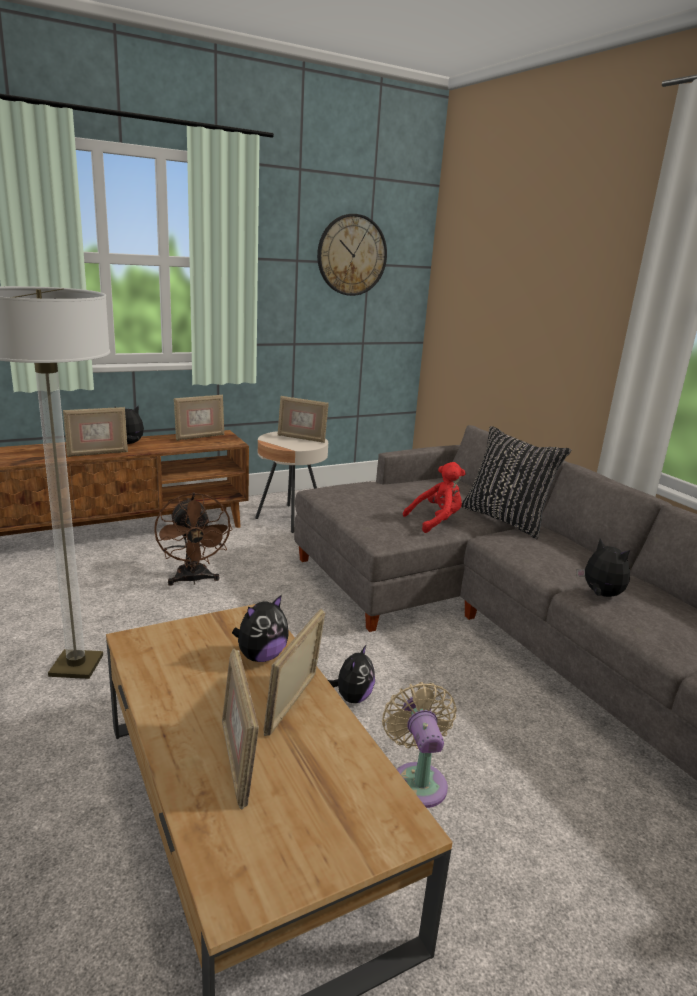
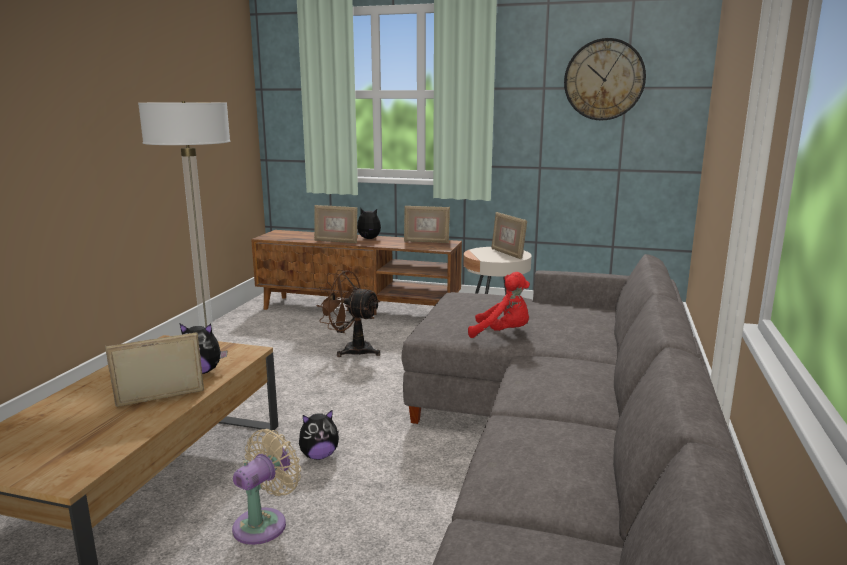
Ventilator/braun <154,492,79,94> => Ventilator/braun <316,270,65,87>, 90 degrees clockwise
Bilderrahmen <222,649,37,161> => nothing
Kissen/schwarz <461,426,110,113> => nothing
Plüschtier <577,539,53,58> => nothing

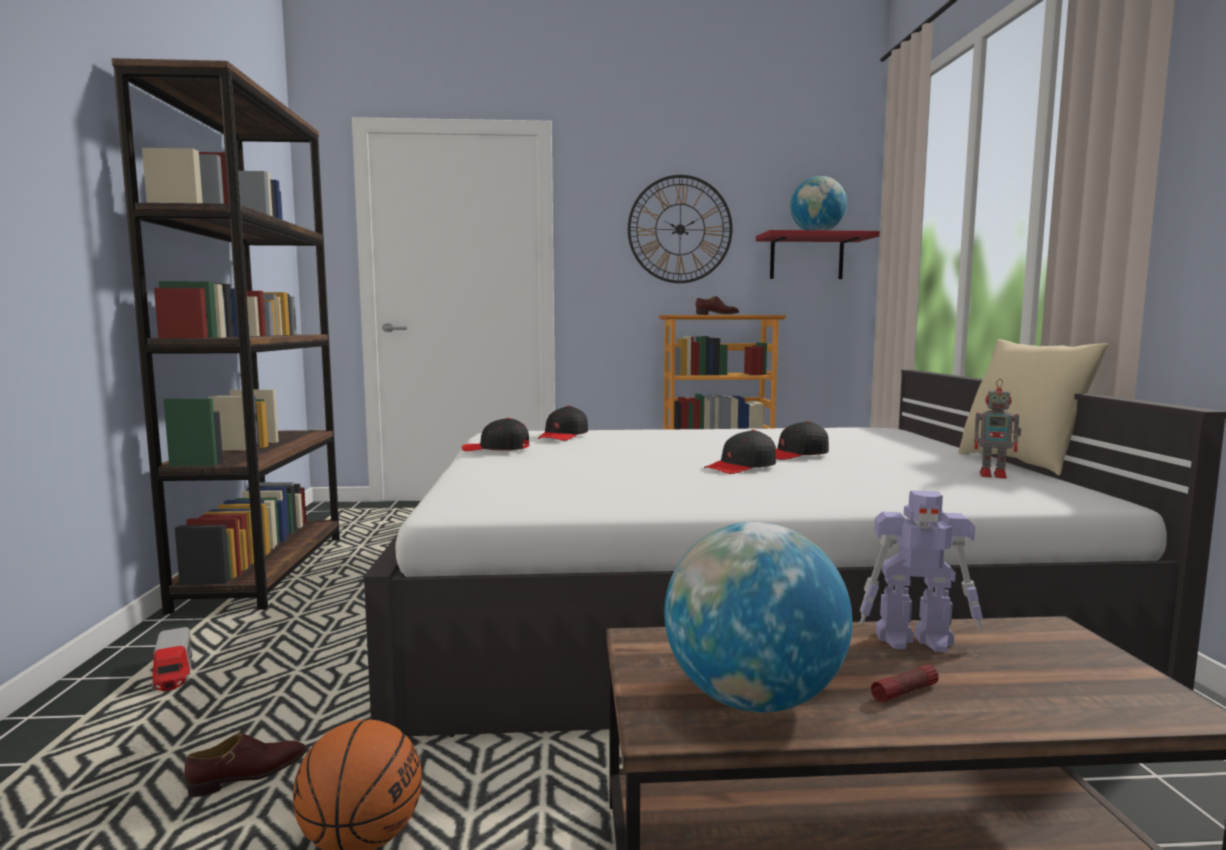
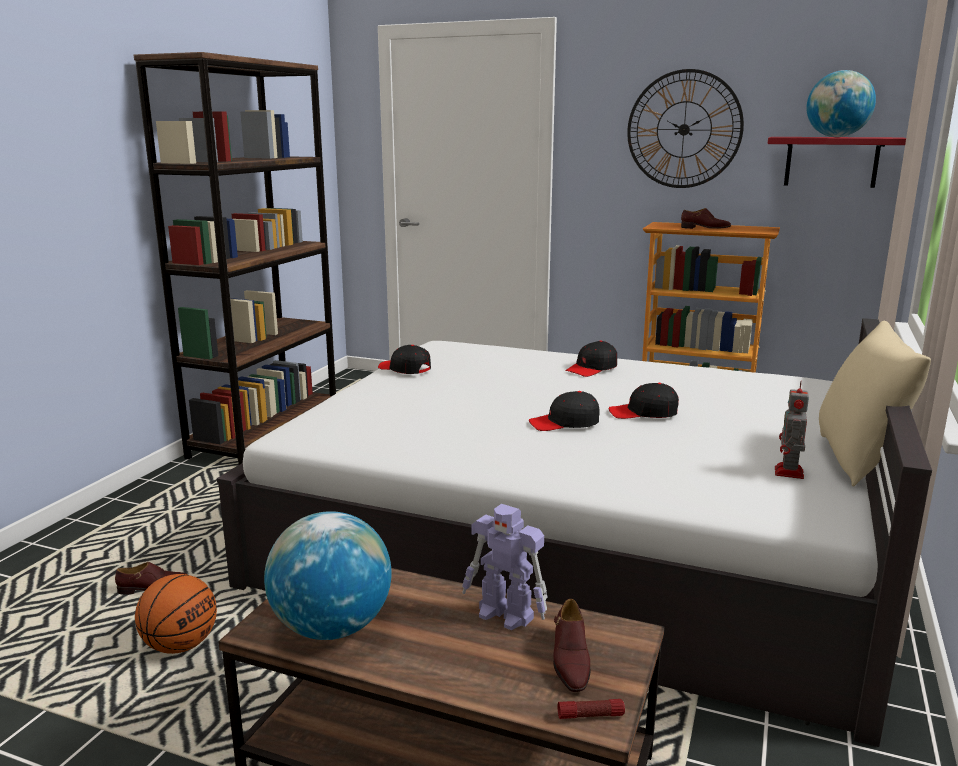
nothing => Schuh/braun <553,599,38,93>
Taschenlampe <871,665,68,37> => Taschenlampe <558,699,67,20>, moved
Kappe/schwarz <538,405,50,36> => Kappe/schwarz <565,340,52,37>, moved
Spielzeugroboter <974,379,47,100> => Spielzeugroboter <775,381,34,98>, 60 degrees clockwise
Spielzeuglaster <152,627,41,64> => nothing

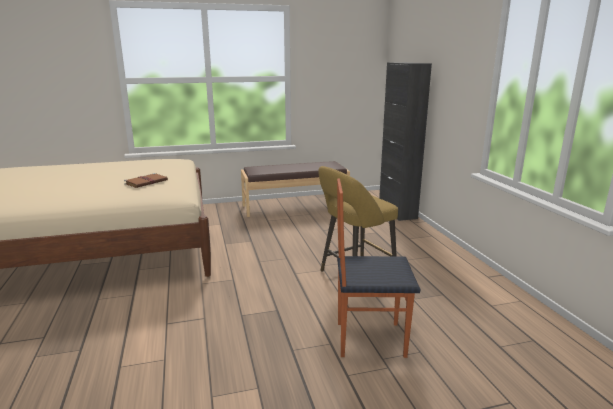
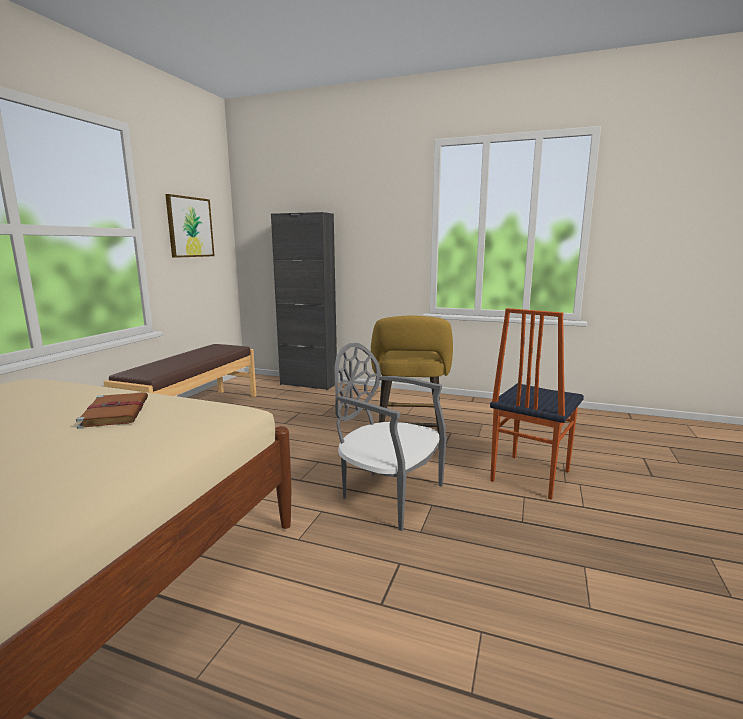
nothing => Bild <165,194,49,64>
nothing => Stuhl/grau <334,343,113,188>

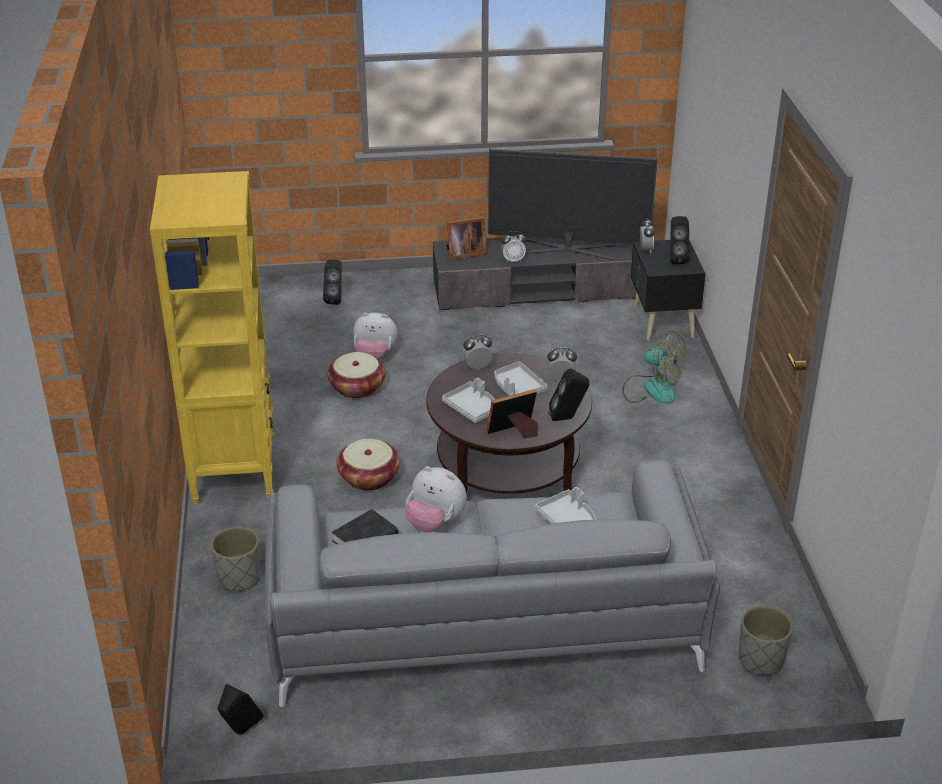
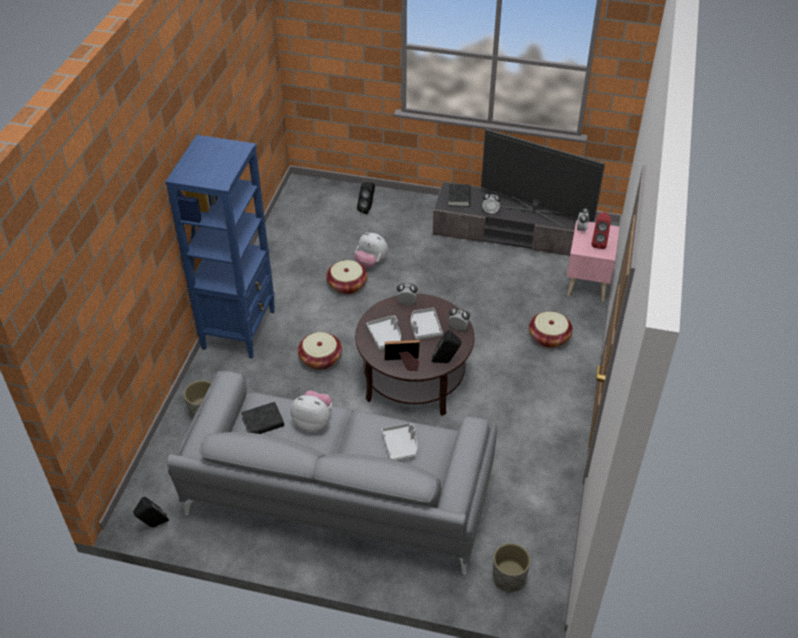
Bücherregal/gelb <150,171,124,333> => Bücherregal/blau <166,135,109,223>
Plüschtier <405,466,62,66> => Plüschtier <290,390,42,42>, 150 degrees clockwise
Bilderrahmen <446,217,41,43> => Buch/schwarz <448,184,23,23>
Ventilator <622,331,63,73> => Korb <529,311,44,37>
Nachttisch/schwarz <631,240,75,101> => Nachttisch/rosa <567,220,53,82>
Lautsprecher/schwarz <670,216,20,48> => Lautsprecher/rot <592,212,19,37>

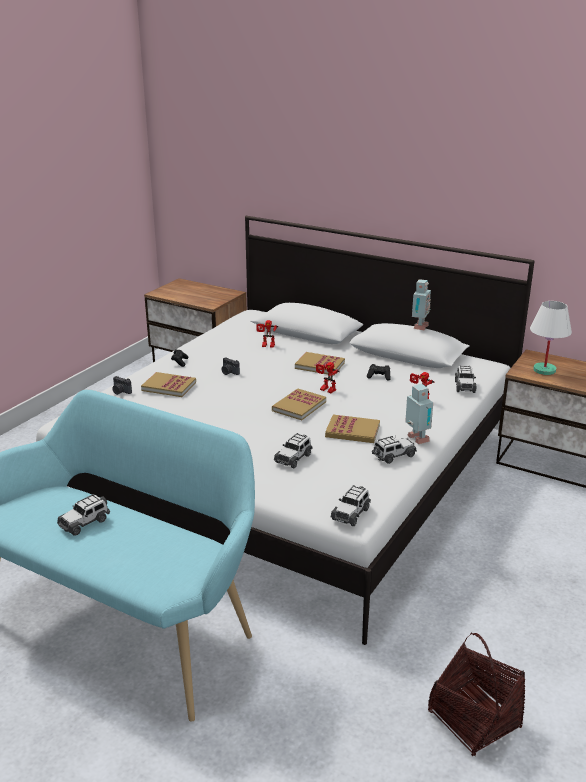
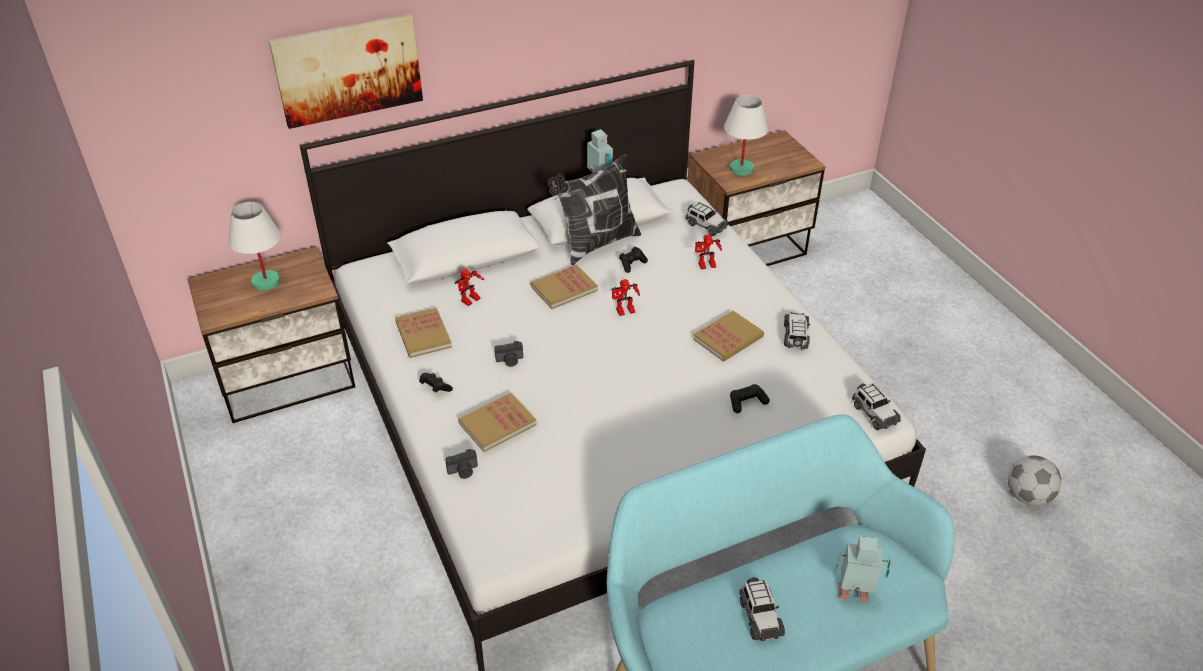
nothing => Tischlampe/weiß <228,202,53,89>
nothing => Bild <268,14,155,115>
Buch <272,388,54,32> => Buch <395,307,57,51>, moved
nothing => Kissen <548,154,93,111>
Spielzeugauto <274,433,39,35> => Gamepad/schwarz <730,384,40,29>
Spielzeugroboter <405,384,28,60> => Spielzeugroboter <835,536,55,66>, moved
Korb <428,633,98,123> => Fußball <1007,455,55,51>

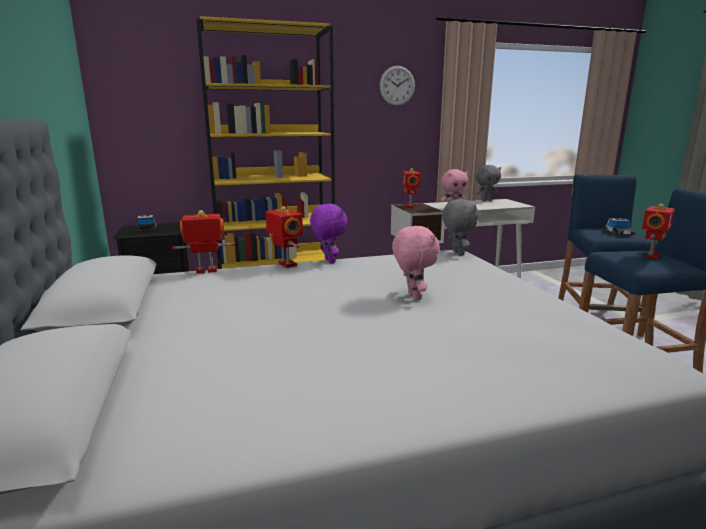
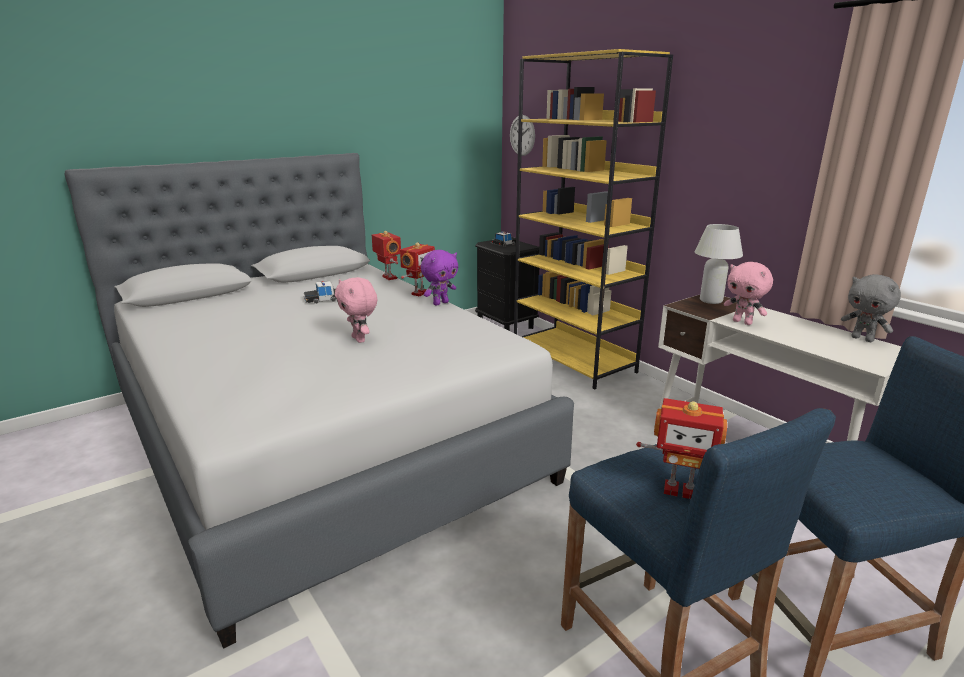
Spielzeugauto <603,218,33,17> => Spielzeugauto <304,281,32,23>, moved
Plüschtier/rosa <392,226,48,75> => Plüschtier/rosa <335,277,42,66>, 90 degrees clockwise
Wanduhr <379,66,36,40> => Wanduhr <510,115,25,41>, moved
Spielzeugroboter <403,168,18,40> => Tischlampe/weiß <695,224,48,80>
Plüschtier/grau <442,199,37,57> => nothing

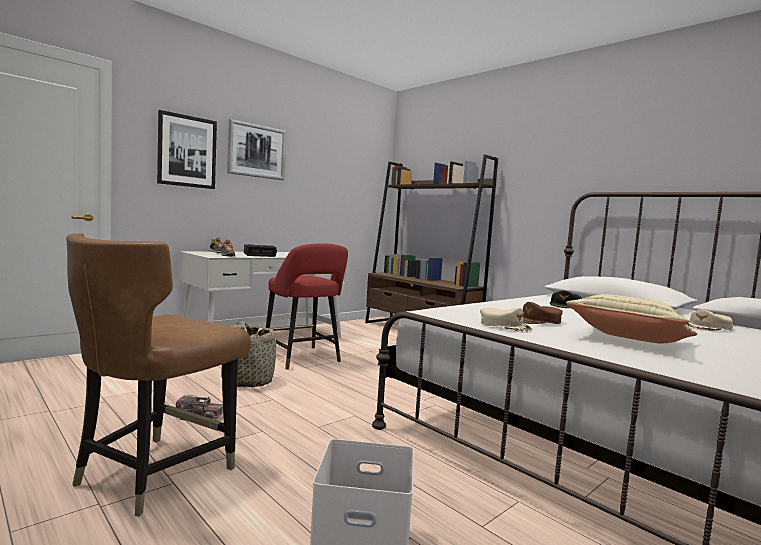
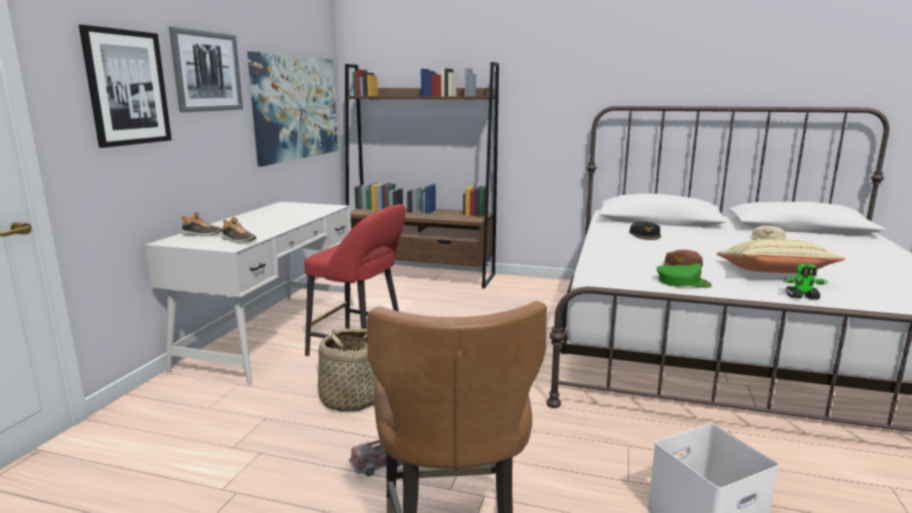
nothing => Bild <247,51,91,116>
Kappe/beige <480,307,53,26> => Kappe/grün <656,264,56,24>
nothing => Spielzeugroboter <783,264,45,35>
Wecker <244,244,33,13> => nothing

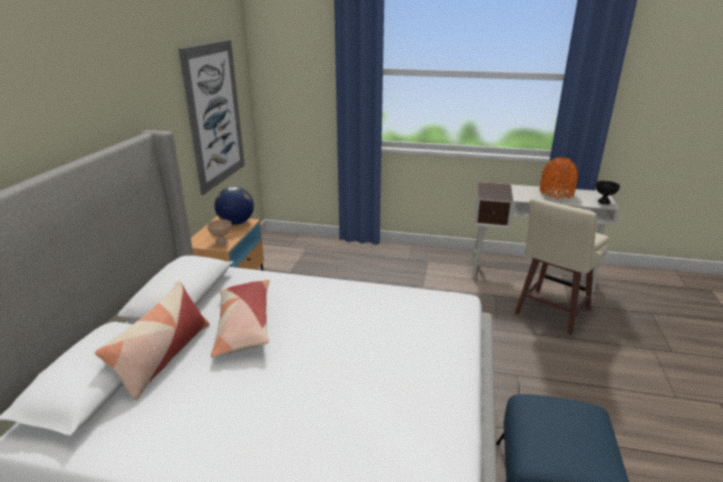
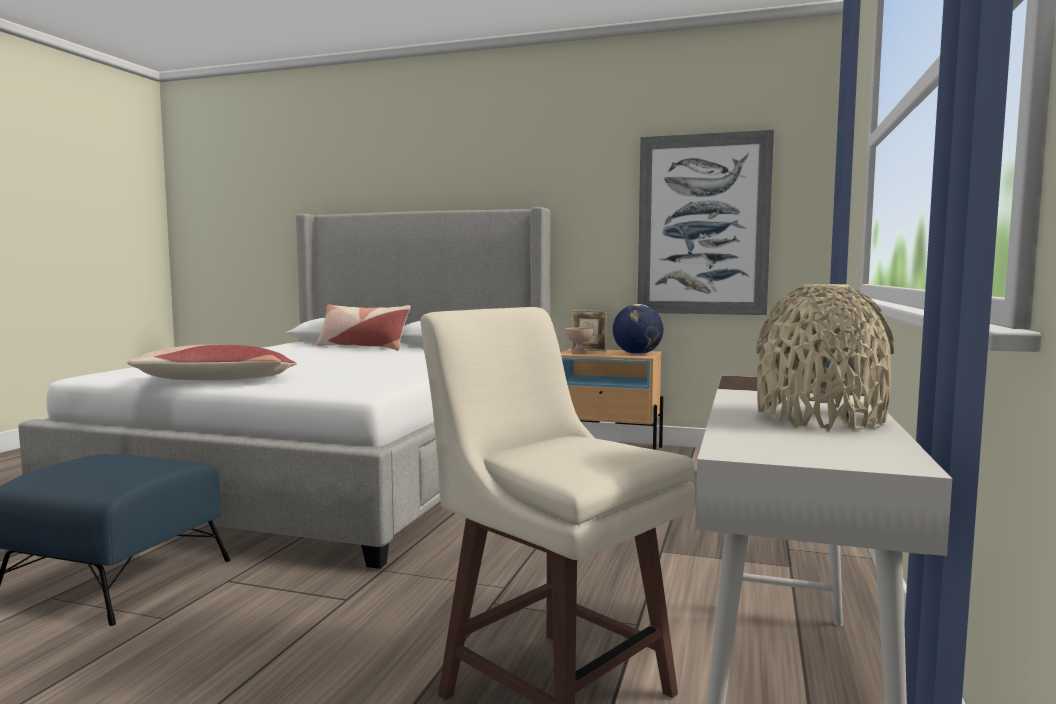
Kissen <211,280,59,78> => Kissen <127,345,170,36>, moved
nothing => Bilderrahmen <571,310,36,41>
Vase/orange <540,157,39,42> => Vase/beige <756,284,138,146>
Schüssel/schwarz <596,181,24,23> => nothing

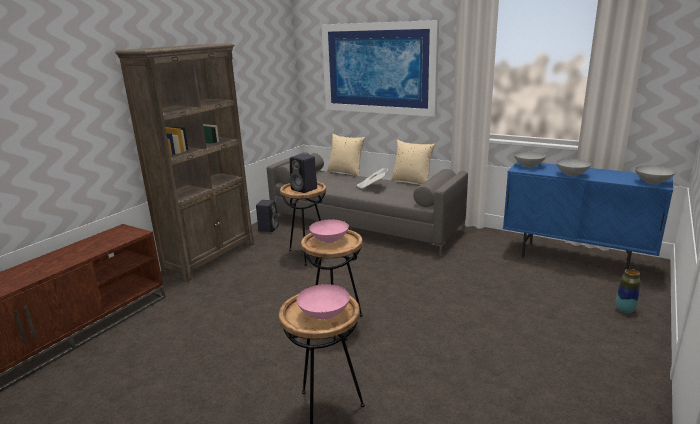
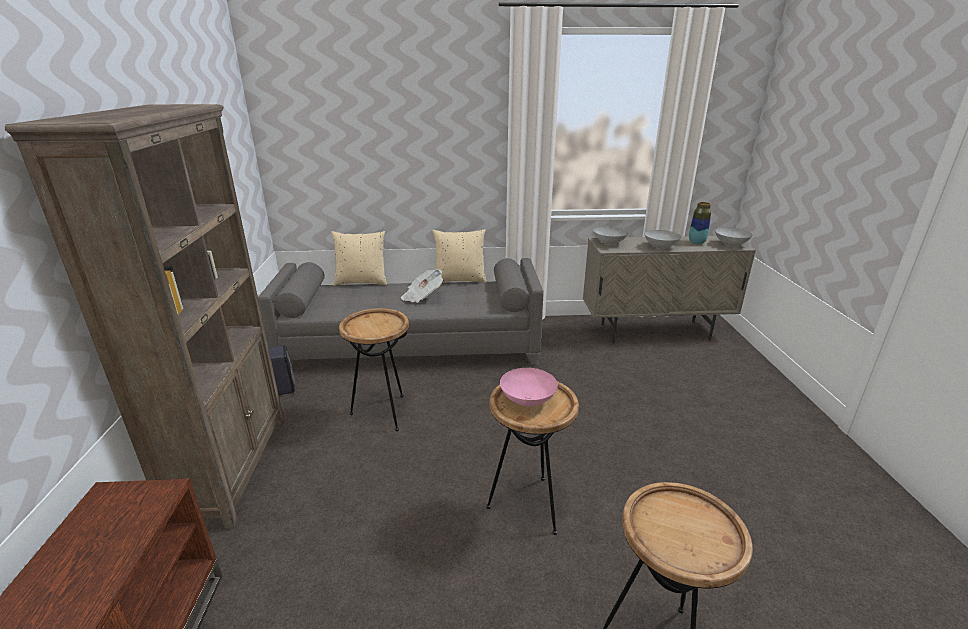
Schrank/blau <503,161,170,109> => Schrank/beige <583,236,173,108>
Vase <615,269,26,44> => Vase <689,202,22,43>, moved
Lautsprecher/schwarz <290,154,27,39> => nothing
Schüssel/rosa <297,284,53,35> => nothing
Bild <321,20,118,97> => nothing

